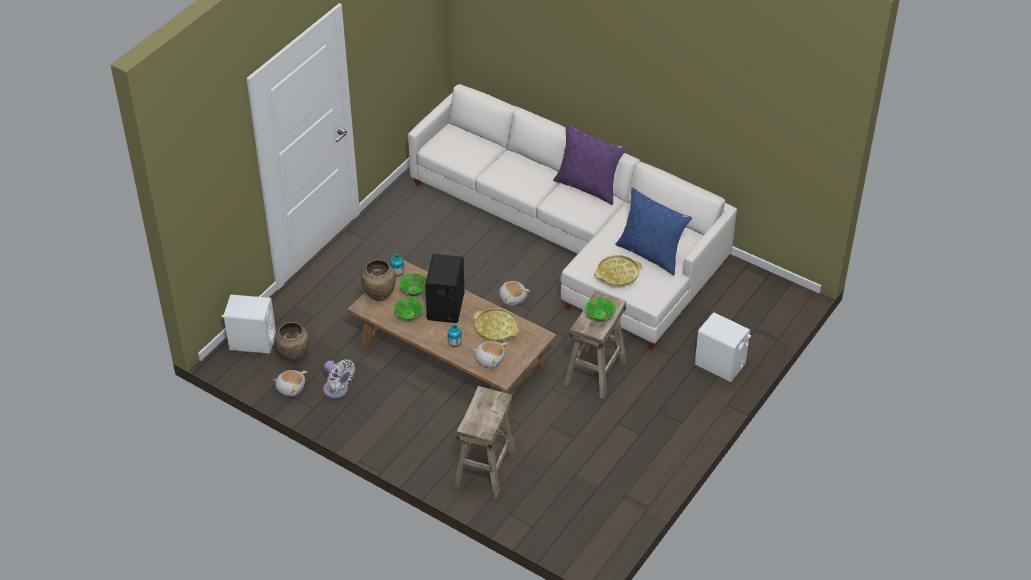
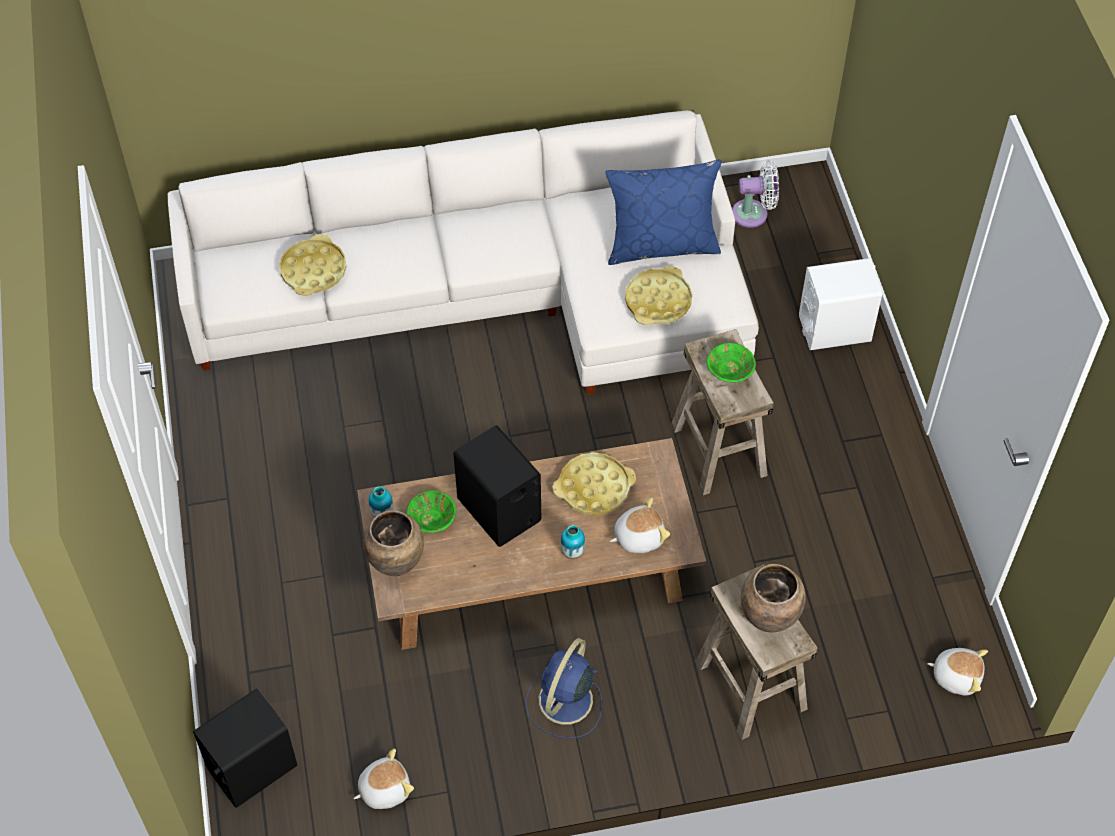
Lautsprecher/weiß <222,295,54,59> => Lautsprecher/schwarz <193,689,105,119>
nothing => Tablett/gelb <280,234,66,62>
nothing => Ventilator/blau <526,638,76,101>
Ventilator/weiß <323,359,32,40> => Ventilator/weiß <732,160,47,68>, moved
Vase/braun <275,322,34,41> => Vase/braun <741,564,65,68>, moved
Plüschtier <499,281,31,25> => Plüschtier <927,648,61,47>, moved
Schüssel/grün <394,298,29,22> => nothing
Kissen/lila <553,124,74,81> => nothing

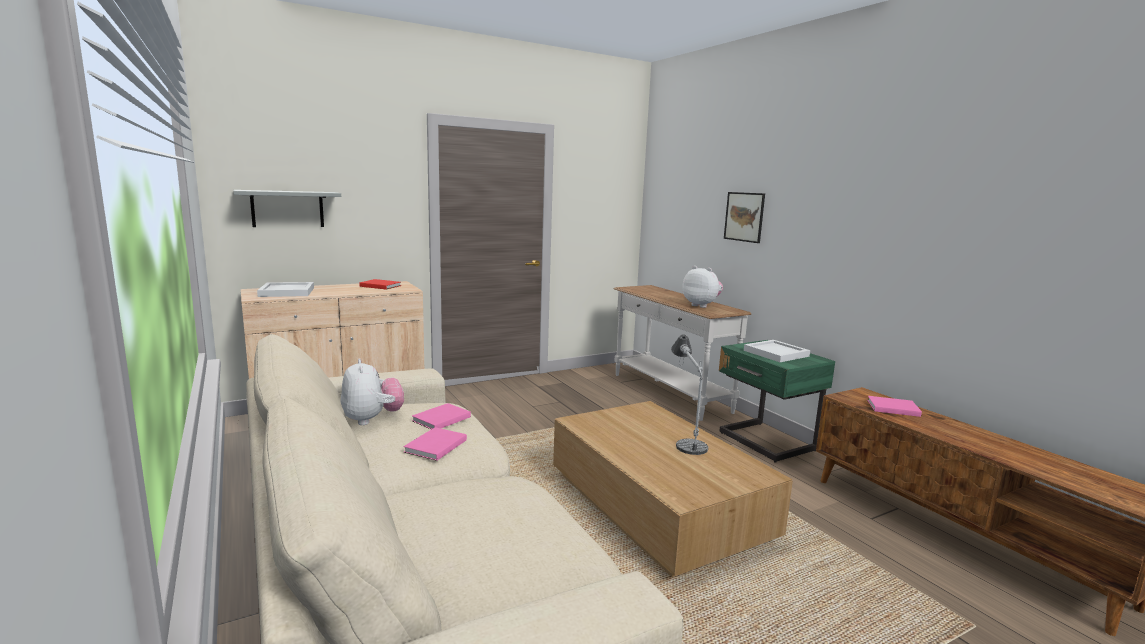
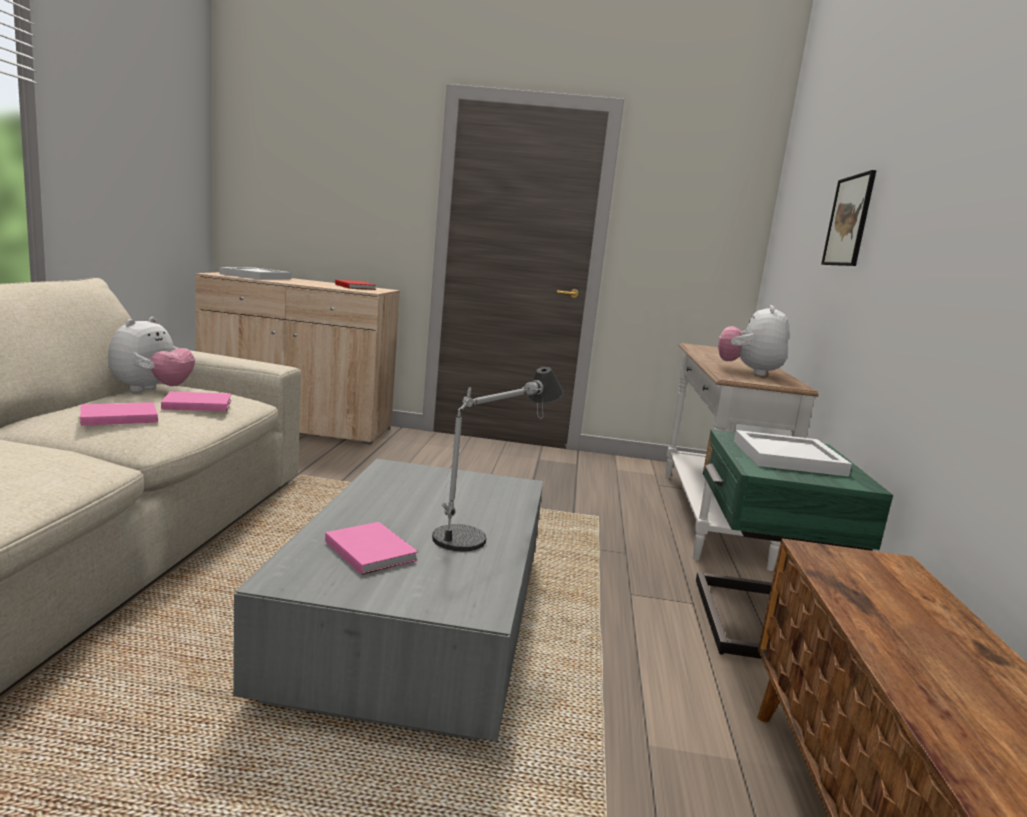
Couchtisch/braun <553,401,240,176> => Couchtisch/grau <233,459,310,282>
Buch/rosa <867,396,55,21> => Buch/rosa <325,522,93,53>, moved
Plüschtier <682,266,41,42> => Plüschtier <718,305,71,71>, 150 degrees counterclockwise
Wandregal/grau <233,190,108,37> => nothing

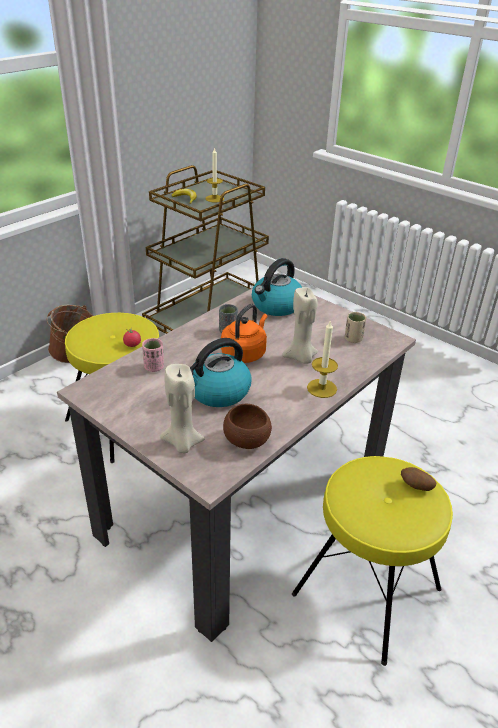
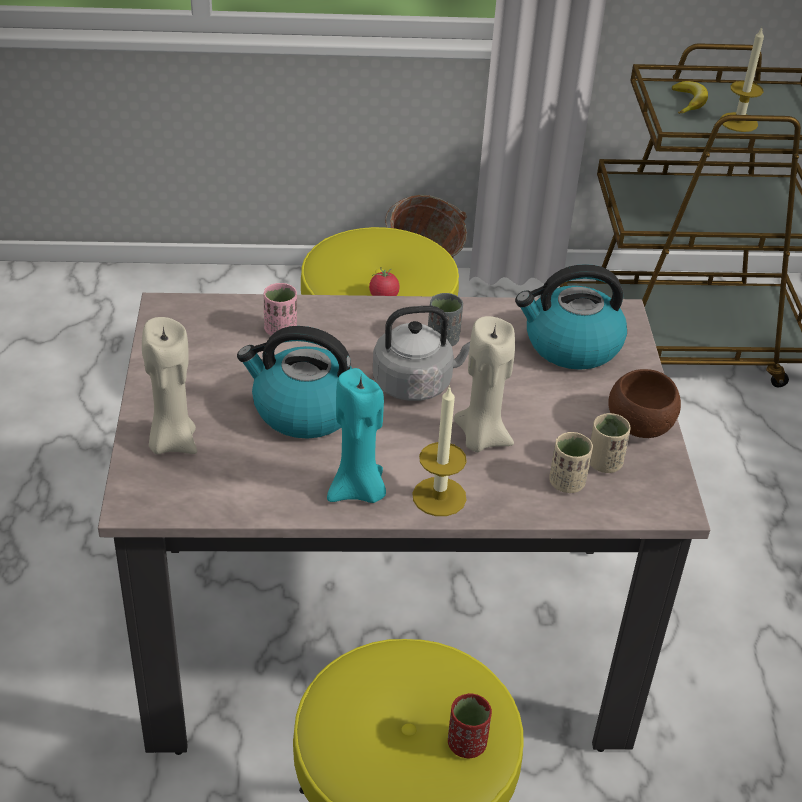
nothing => Kerze/türkis <327,368,59,135>
Wasserkessel/orange <221,304,47,59> => Wasserkessel/grau <373,306,97,95>
Kartoffel <401,467,36,24> => Tasse/rot <448,693,44,66>
nothing => Tasse/beige <549,432,44,61>
Schüssel/braun <223,404,49,45> => Schüssel/braun <608,369,73,69>, moved

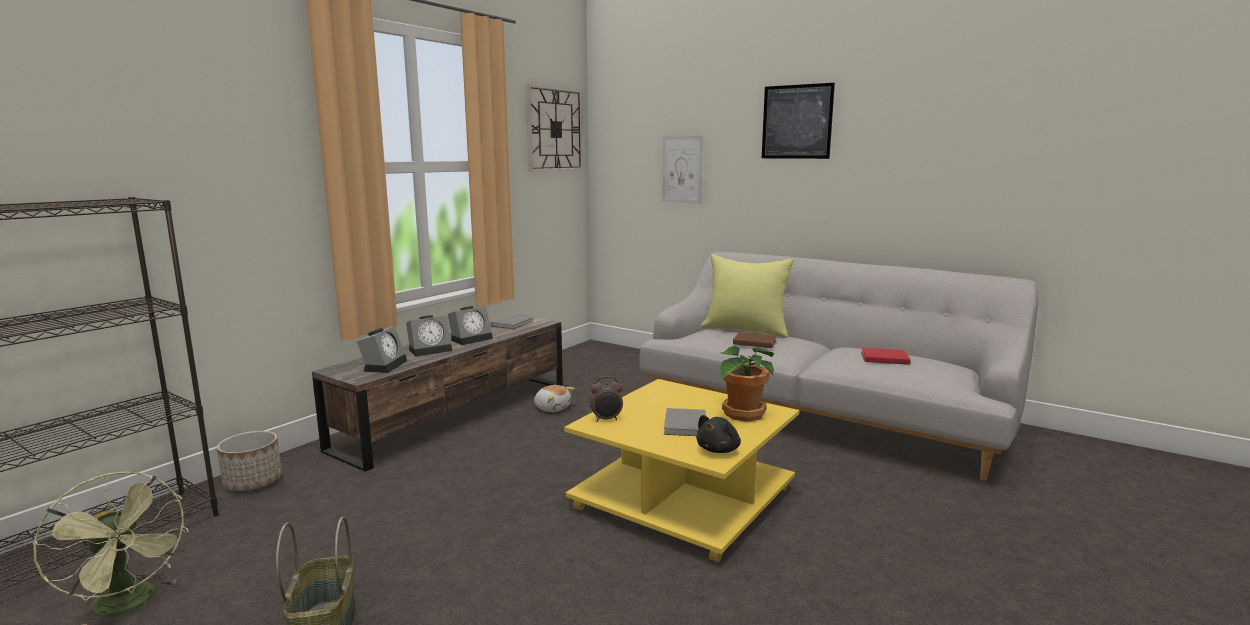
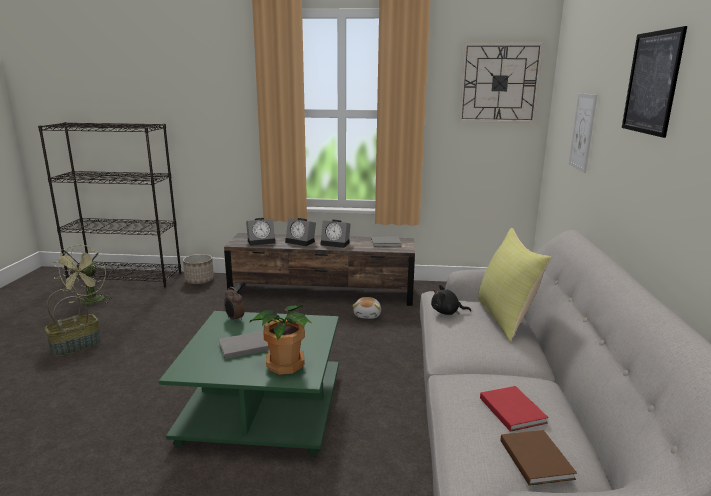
Couchtisch/gelb <564,379,235,183> => Couchtisch/grün <159,311,180,145>
Plüschtier/schwarz <696,415,45,38> => Plüschtier/schwarz <431,285,40,30>, moved
Buch/braun <733,332,44,16> => Buch/braun <501,430,76,56>, moved

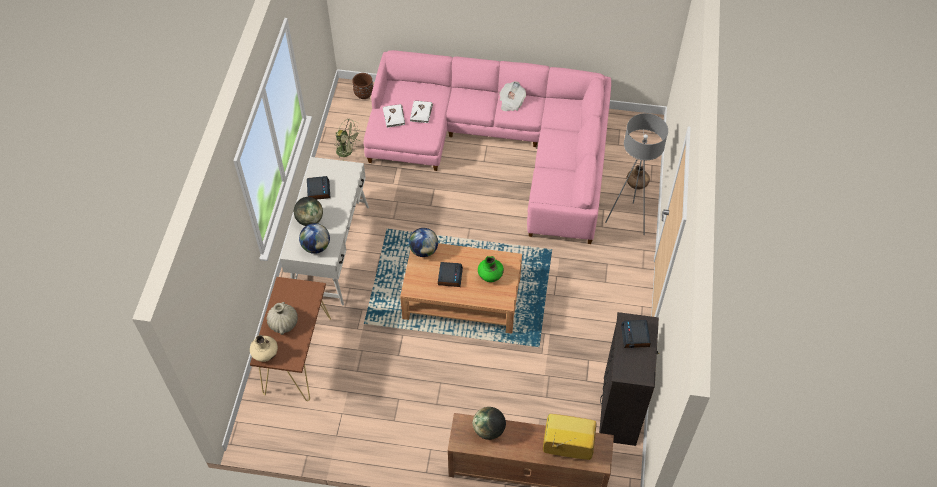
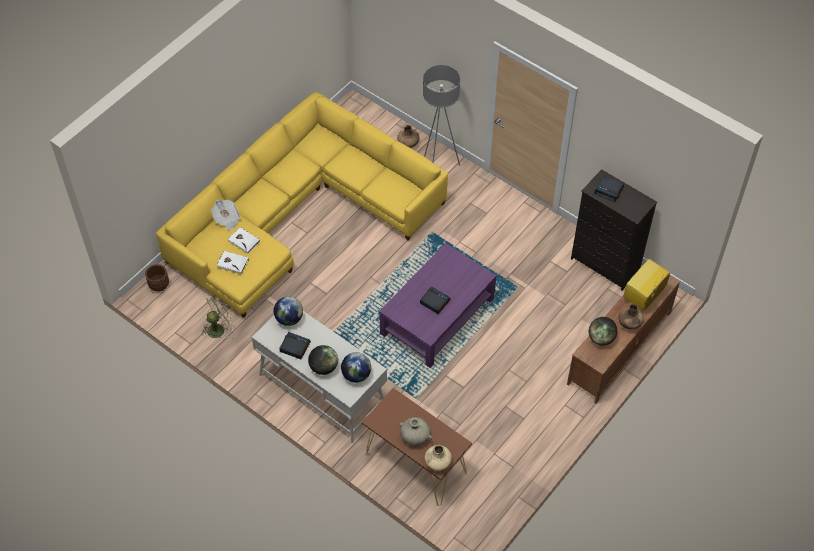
Sofa/rosa <363,50,248,194> => Sofa/gelb <156,92,292,226>
Zeitung <499,81,27,30> => Zeitung <211,199,30,32>, moved
Globus <409,228,29,29> => Globus <274,296,29,30>, moved
Couchtisch/braun <400,243,122,91> => Couchtisch/lila <379,243,117,125>
nothing => Vase/braun <618,304,26,26>
Vase/grün <478,256,26,26> => nothing

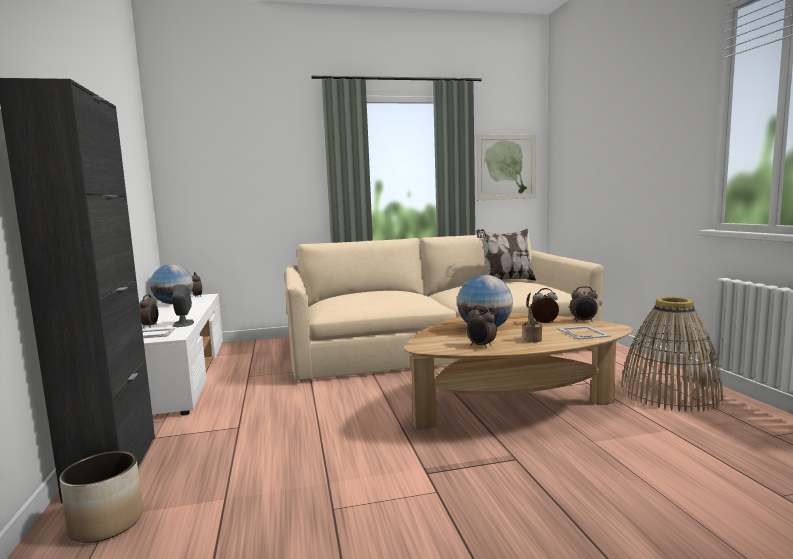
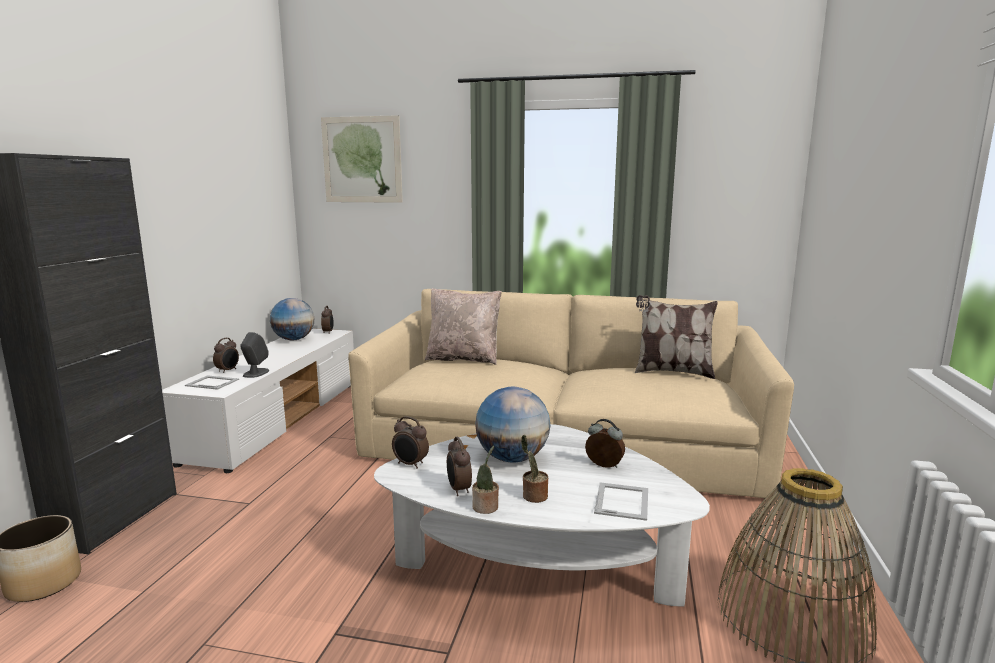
Bild <477,134,59,66> => Bild <321,115,82,88>, moved
Couchtisch/braun <404,313,229,117> => Couchtisch/weiß <374,424,336,182>
Wecker <570,286,28,36> => Wecker <392,416,37,53>, moved
nothing => Kissen/beige <425,288,77,77>
nothing => Topfpflanze <472,446,27,68>

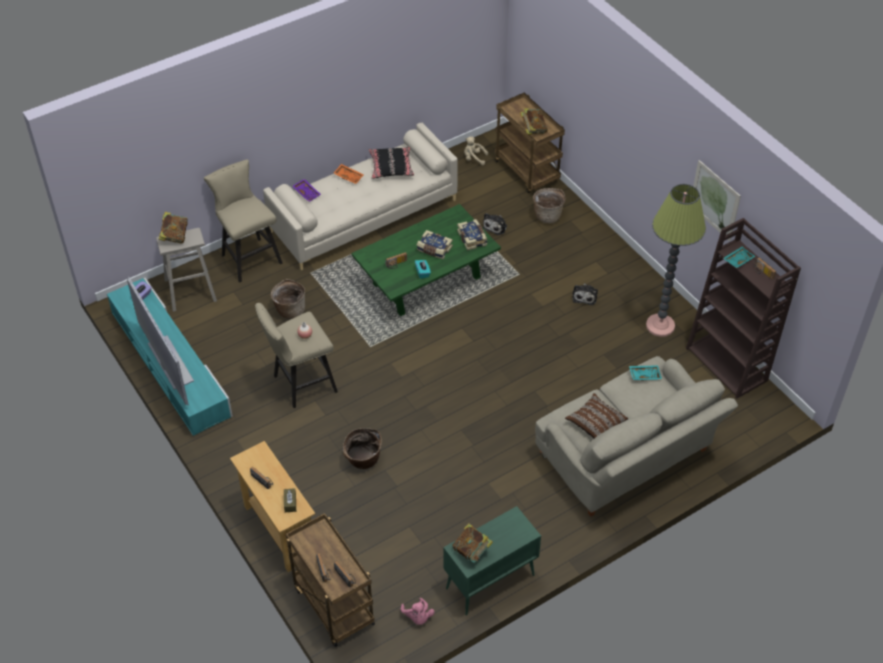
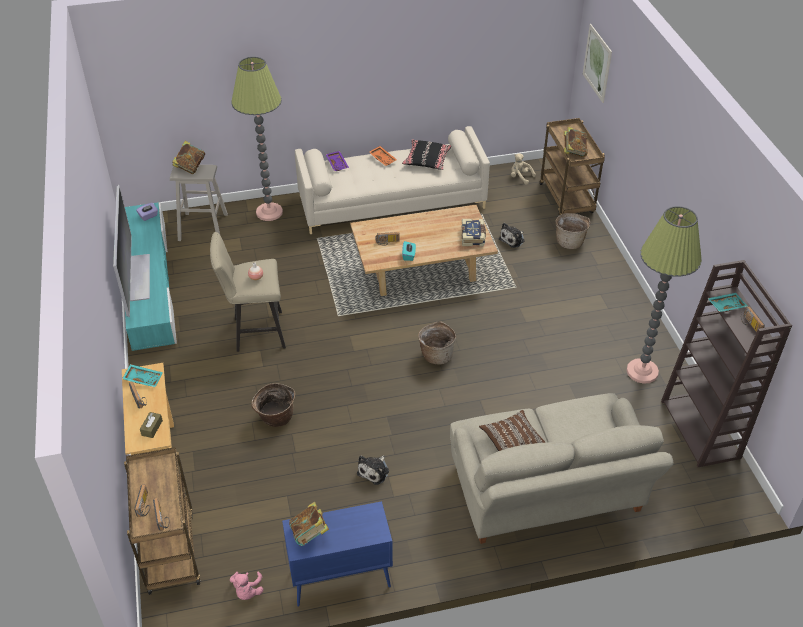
Tablett/türkis <629,365,33,15> => Tablett/türkis <122,364,41,23>, moved
Hocker/beige <204,159,79,124> => Stehlampe <231,57,52,164>
Schrank/grün <443,506,98,109> => Schrank/blau <282,501,111,106>
Couchtisch/grün <351,204,150,112> => Couchtisch/beige <350,205,148,91>
Plüschtier <572,283,26,22> => Plüschtier <357,455,32,30>, moved
Korb <271,279,34,39> => Korb <418,321,38,44>, moved
Bild <693,160,48,81> => Bild <583,24,29,79>, moved
Buch <417,230,36,29> => nothing

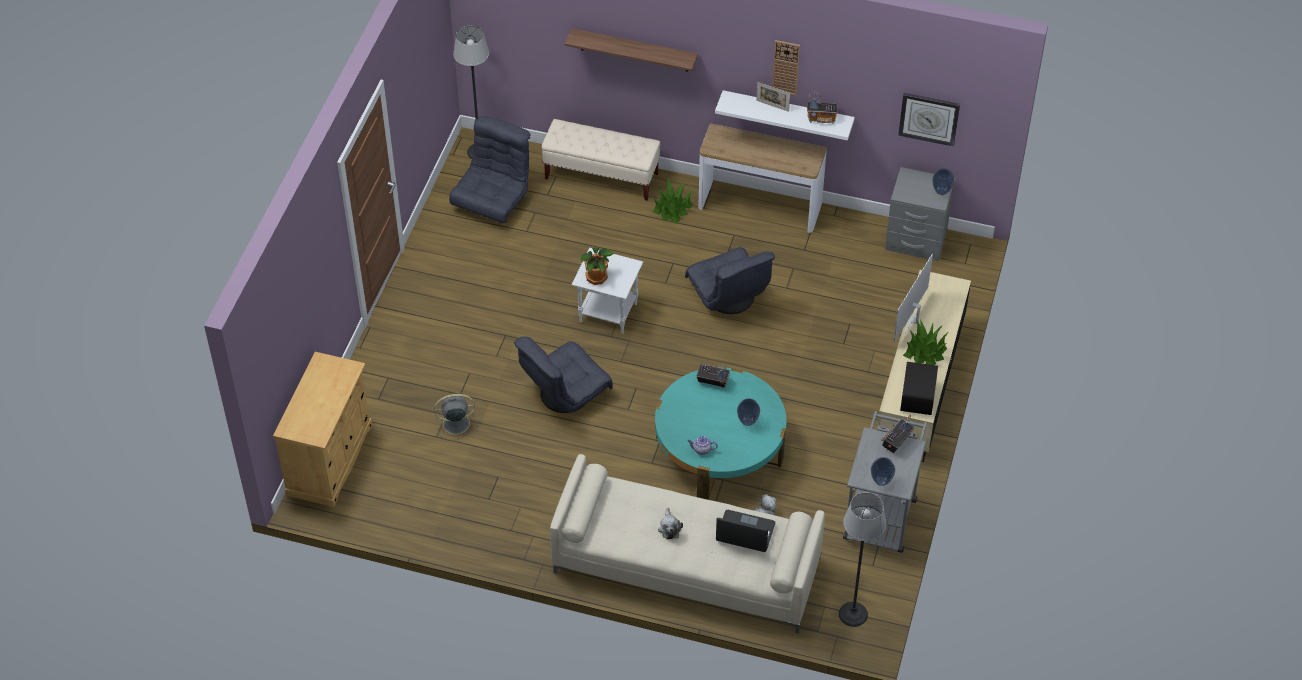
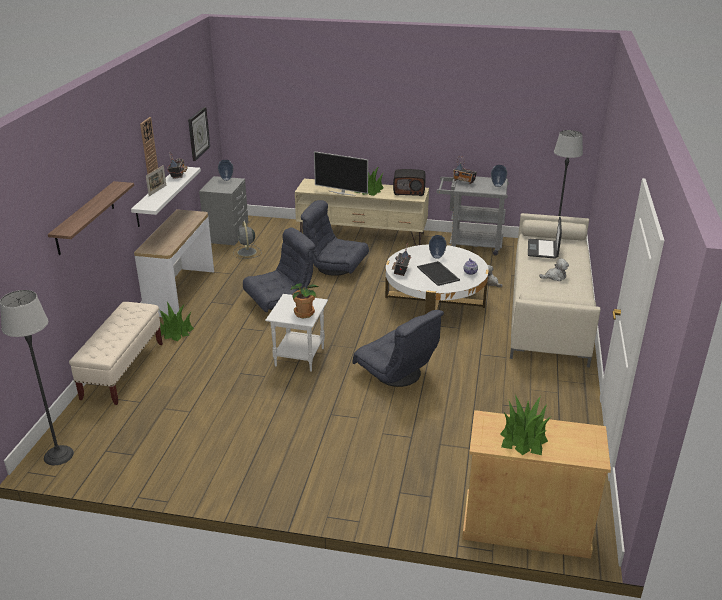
Ventilator/grau <434,394,44,47> => Ventilator/grau <233,221,29,38>, moved
Sessel/grau <449,116,81,108> => Sessel/grau <301,200,68,76>, moved
Couchtisch/türkis <655,367,131,133> => Couchtisch/weiß <385,244,104,70>
nothing => Tablett <417,261,43,25>
nothing => Topfpflanze <500,395,51,60>

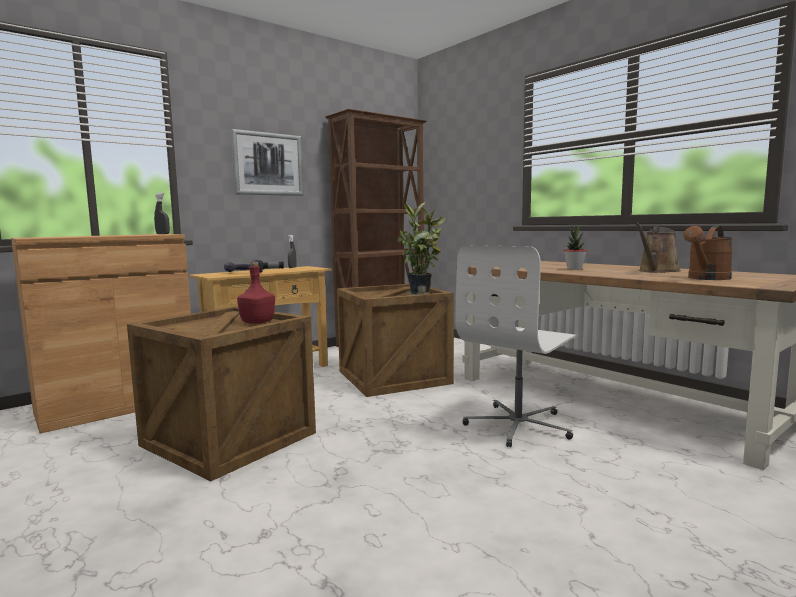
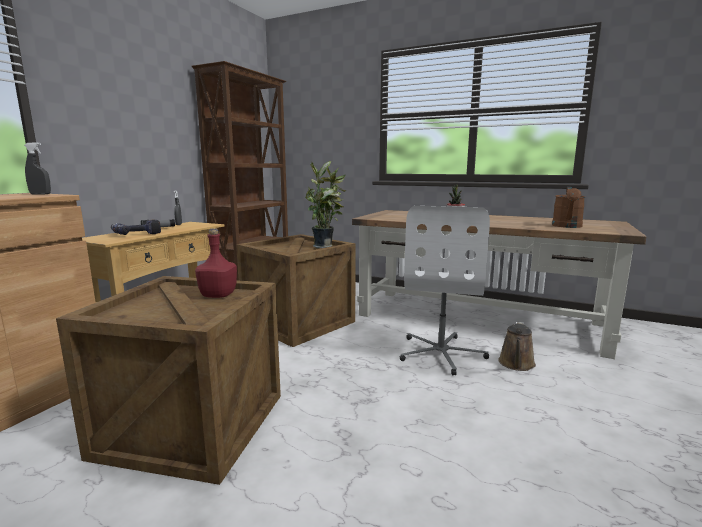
Gießkanne/braun <635,222,46,51> => Gießkanne/braun <498,322,38,49>, moved
Bild <231,129,73,67> => nothing

